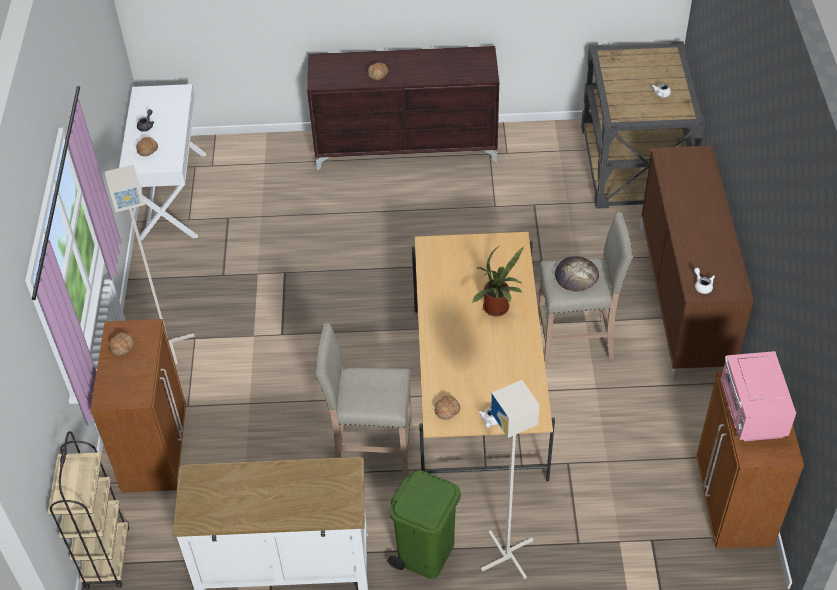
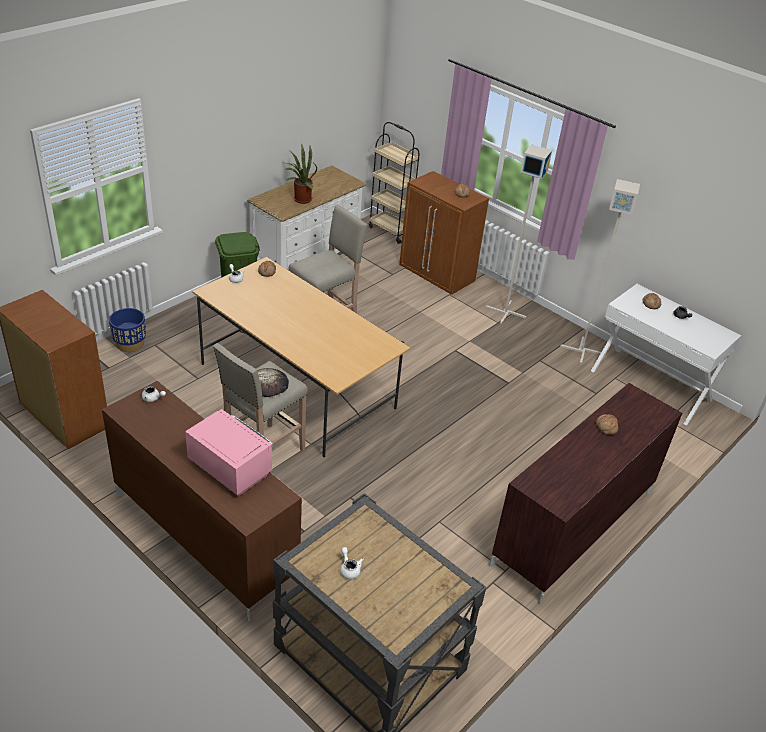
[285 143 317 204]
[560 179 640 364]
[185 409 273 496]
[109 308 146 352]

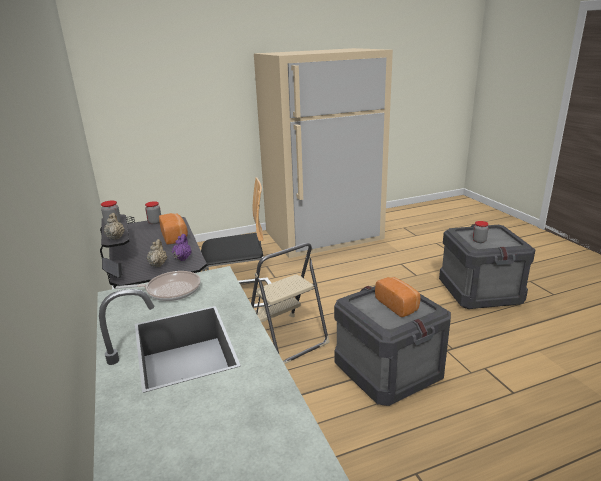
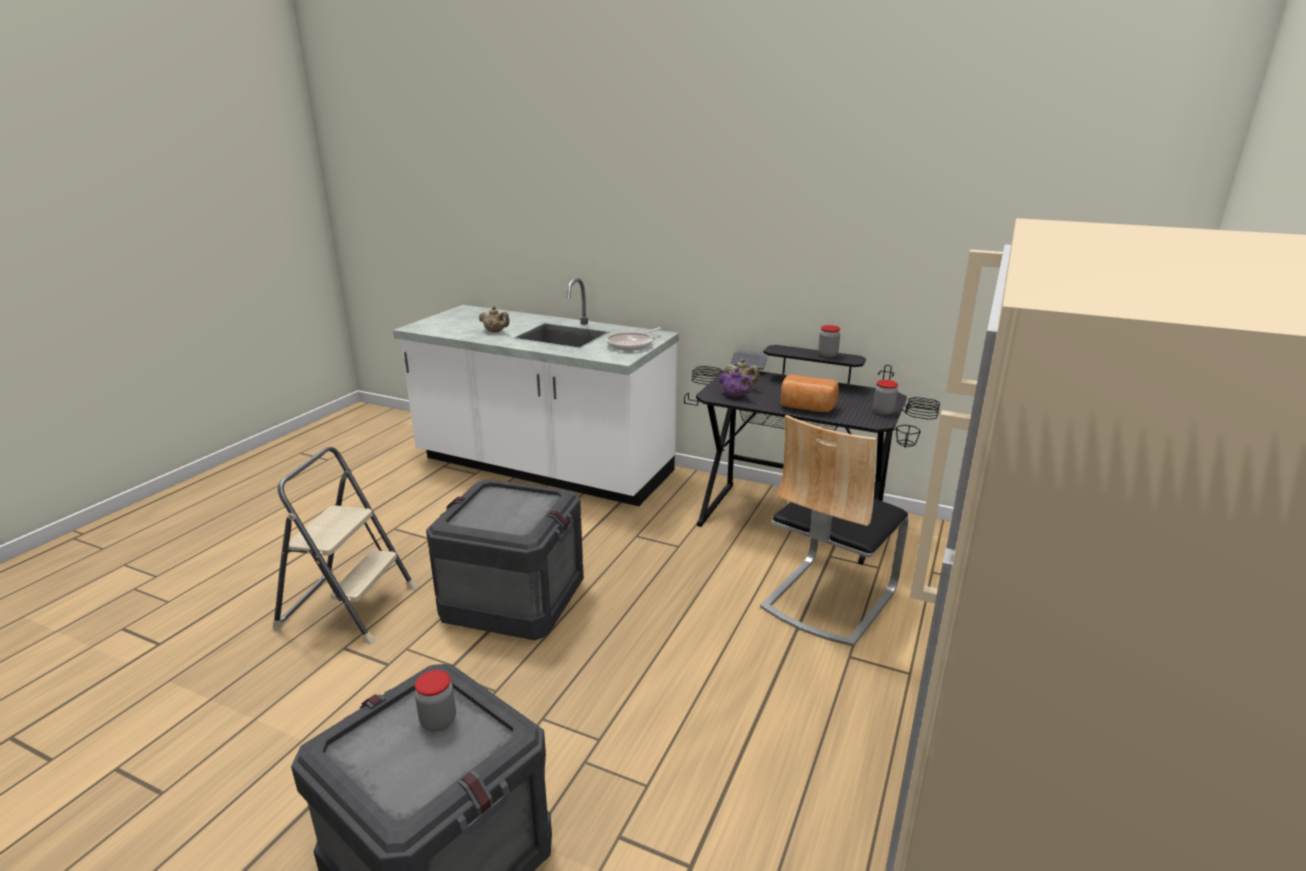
[479 306 510 332]
[273 447 418 644]
[375 277 421 317] (first image)

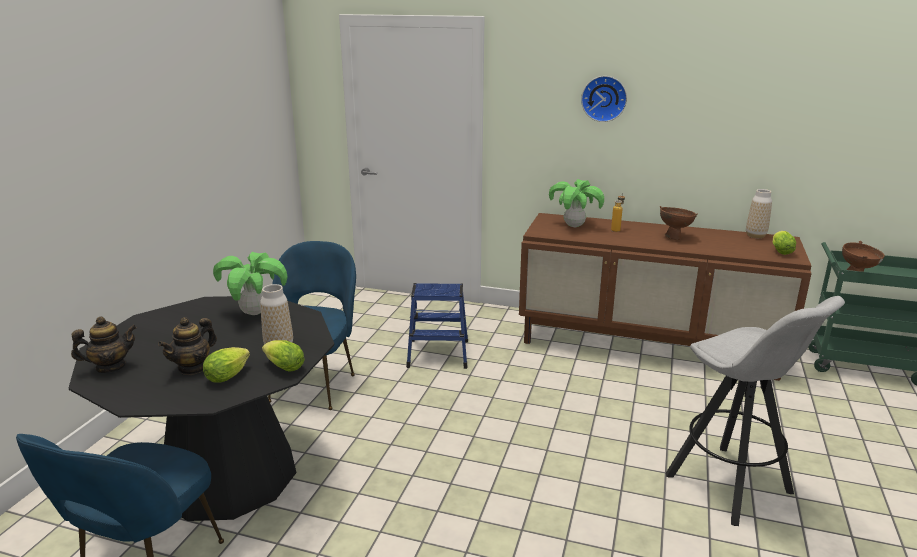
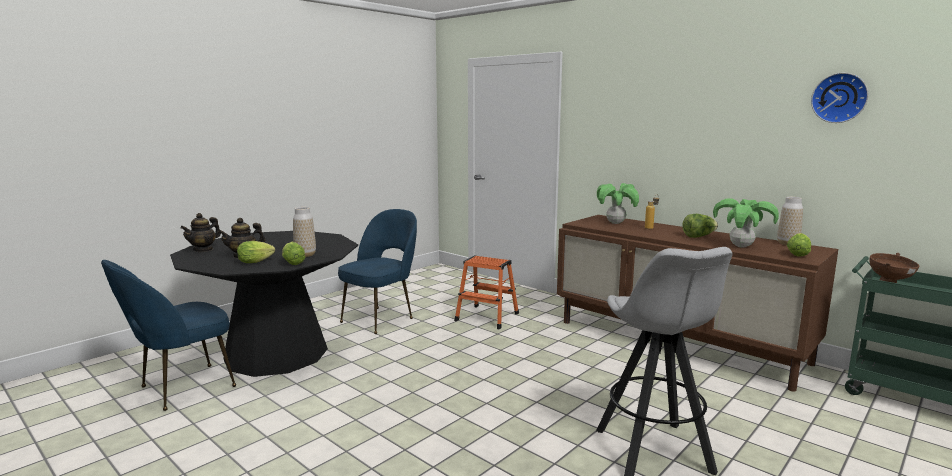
[181 213 221 252]
[713 198 779 248]
[454 255 519 330]
[811 73 868 123]
[682 214 718 238]

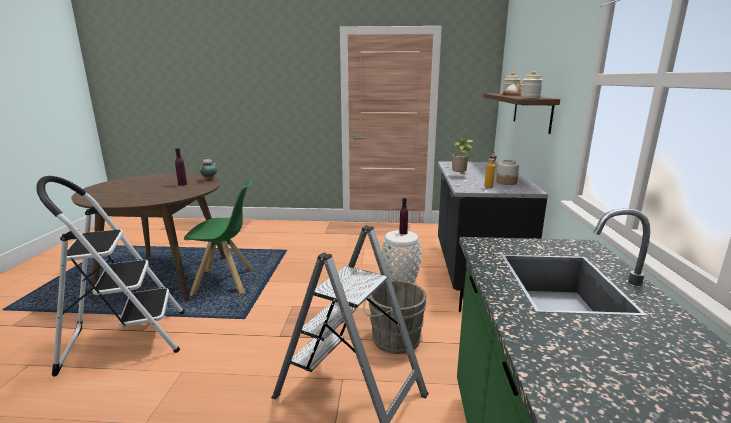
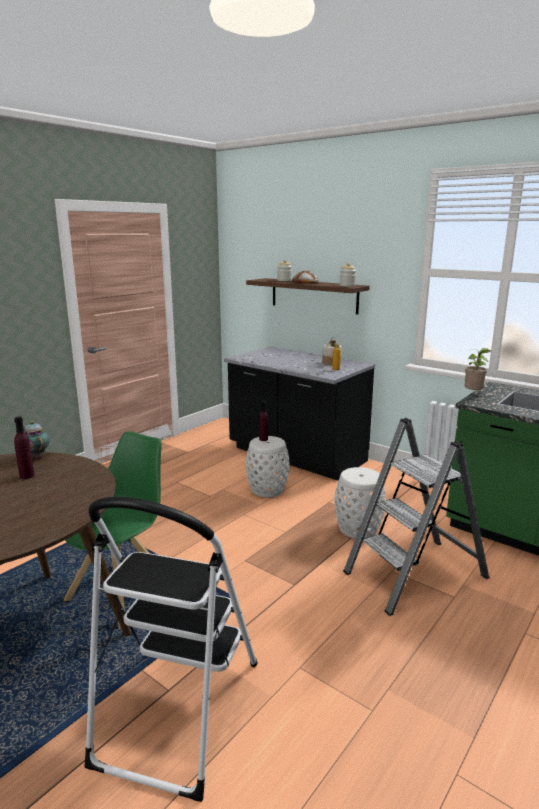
[334 467 386 539]
[465 348 491 392]

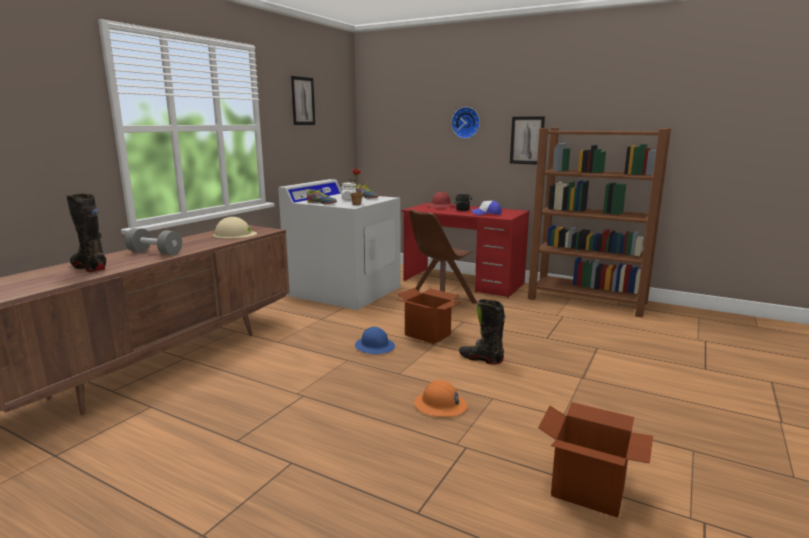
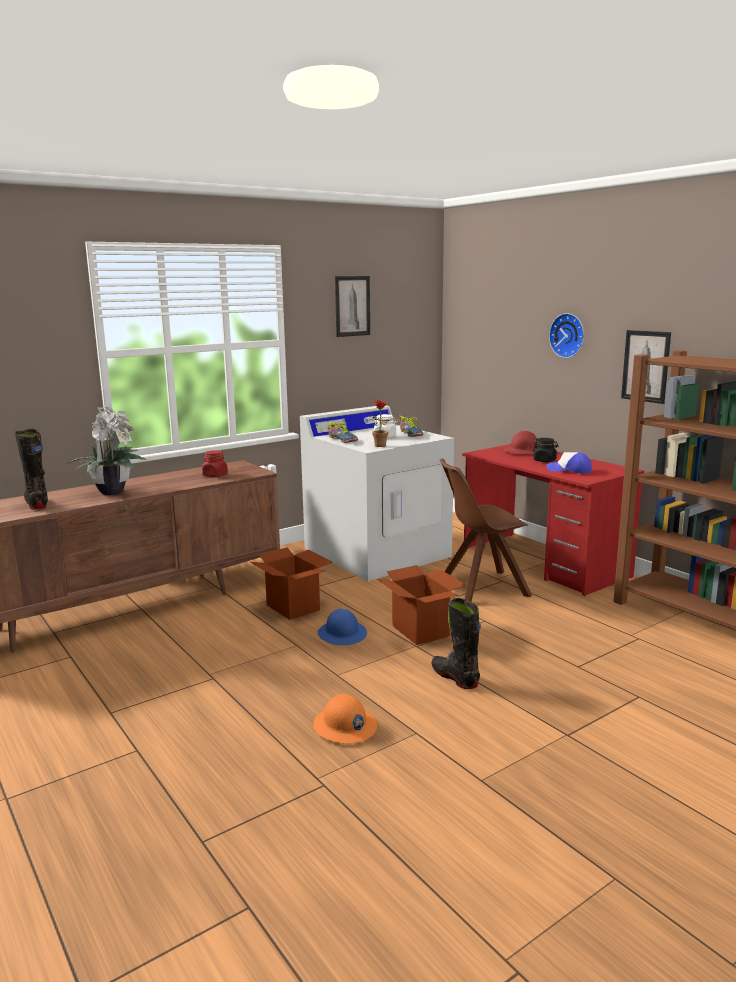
[67 405 148 495]
[202 450 228 477]
[250 547 333 620]

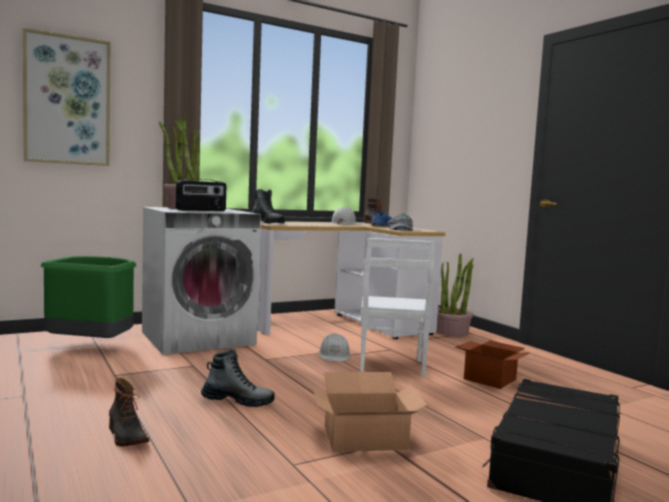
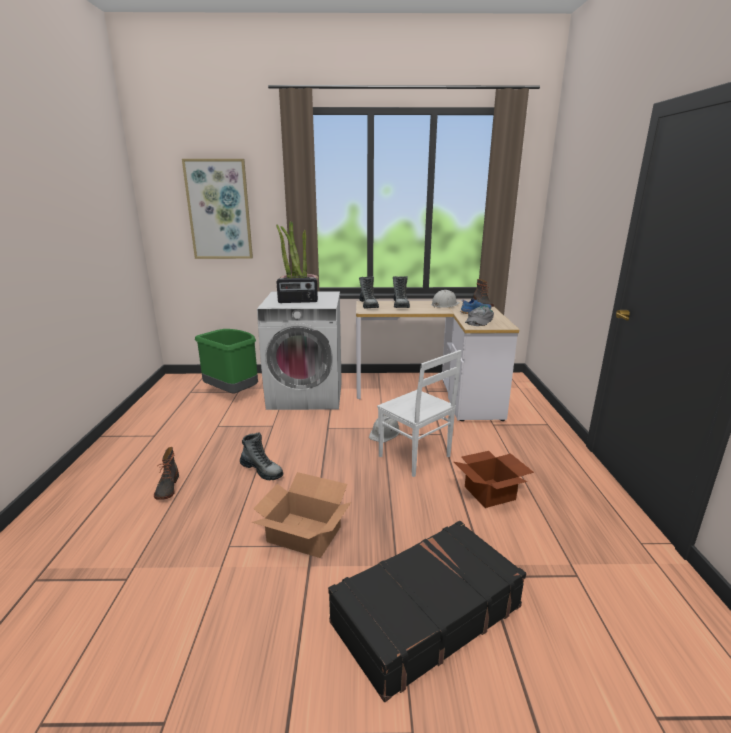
[377 350 462 477]
[436 253 474 336] (first image)
[393 276 410 308]

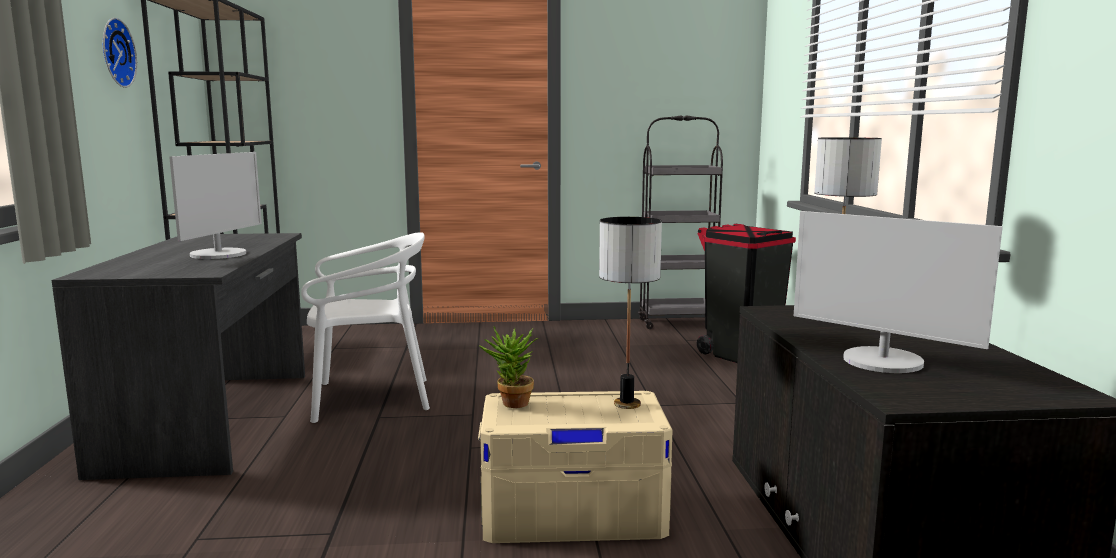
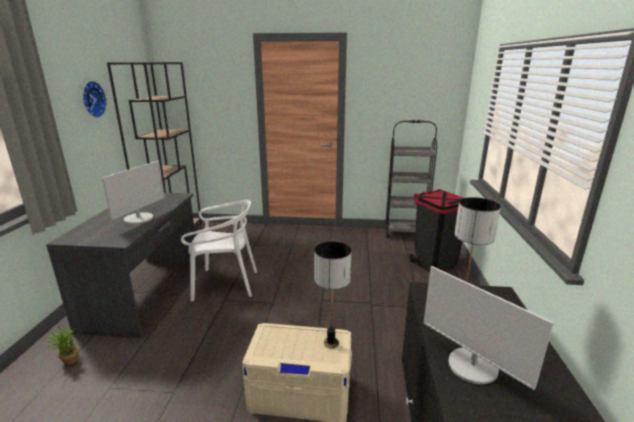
[41 324 79 365]

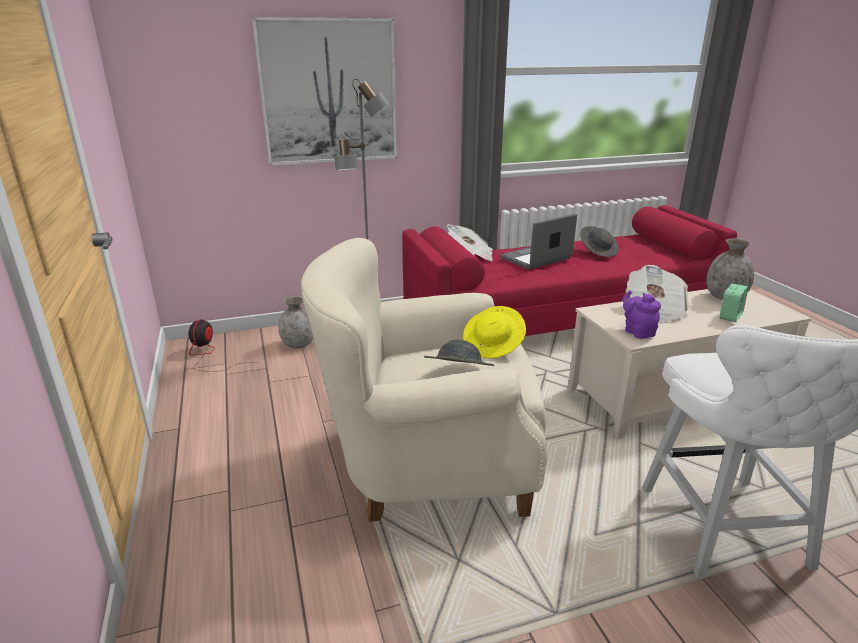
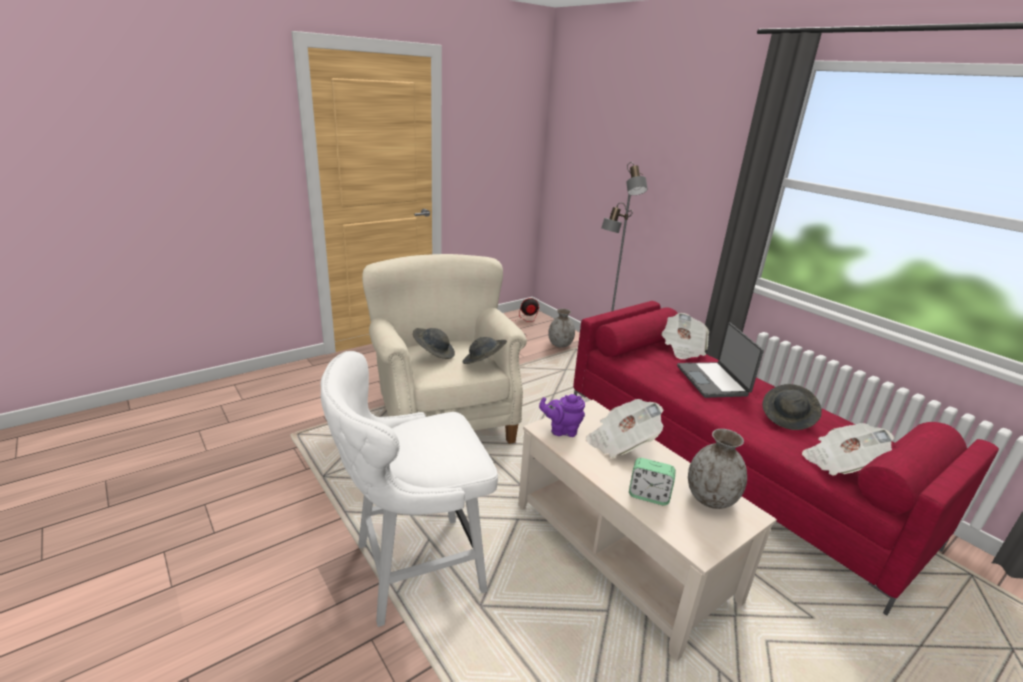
[252 17 397 166] (first image)
[462 337 507 364]
[677 323 764 398]
[539 394 585 437]
[802 423 895 476]

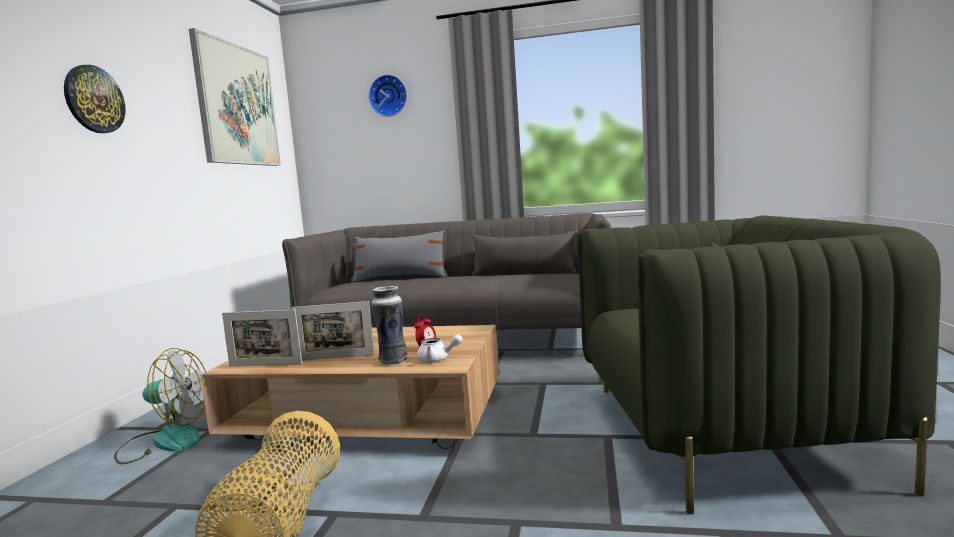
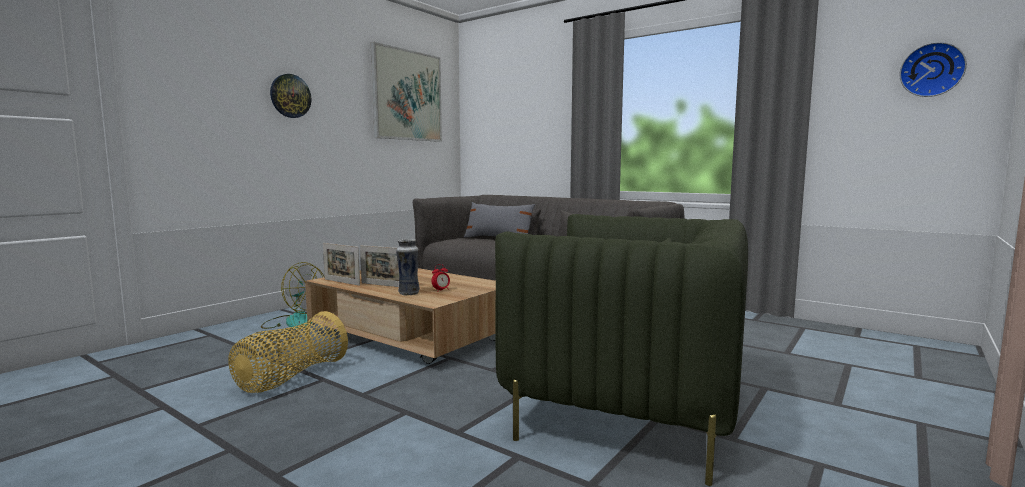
[899 42 967 97]
[417 334 463 362] (first image)

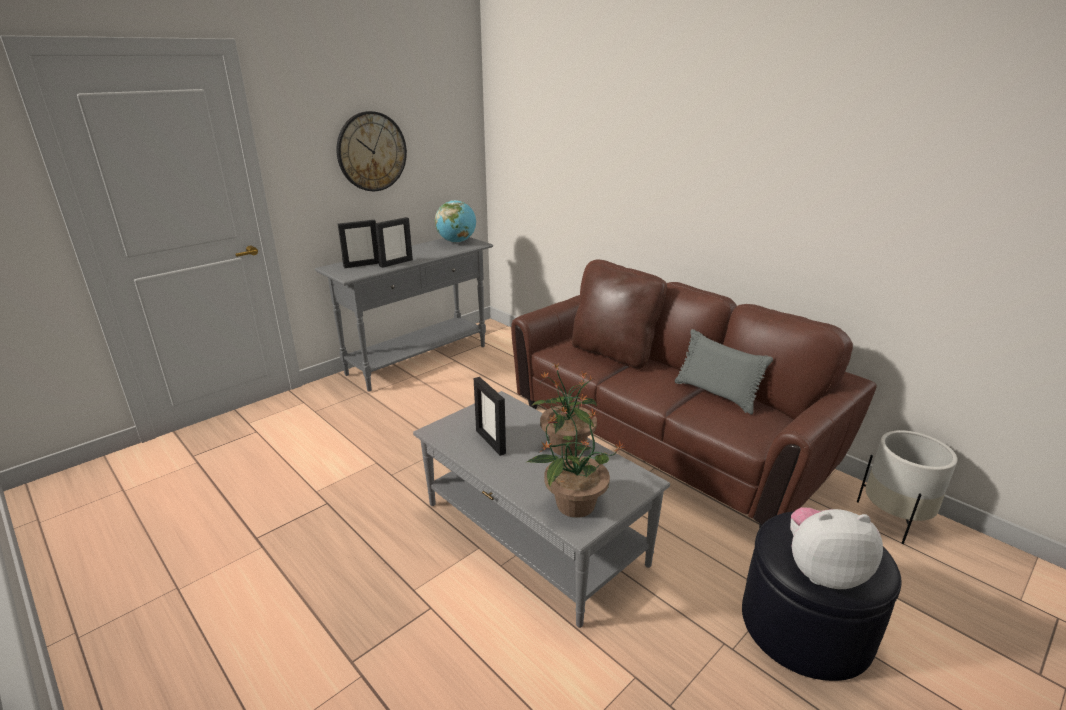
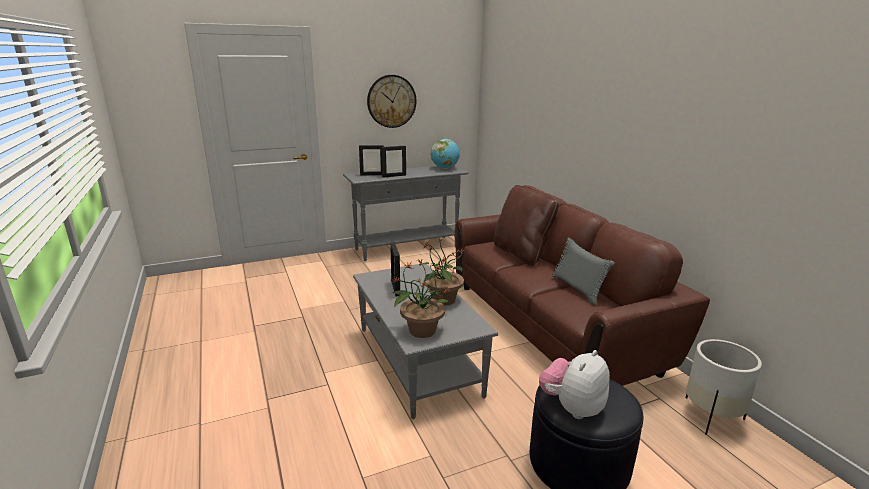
[539 350 610 419]

